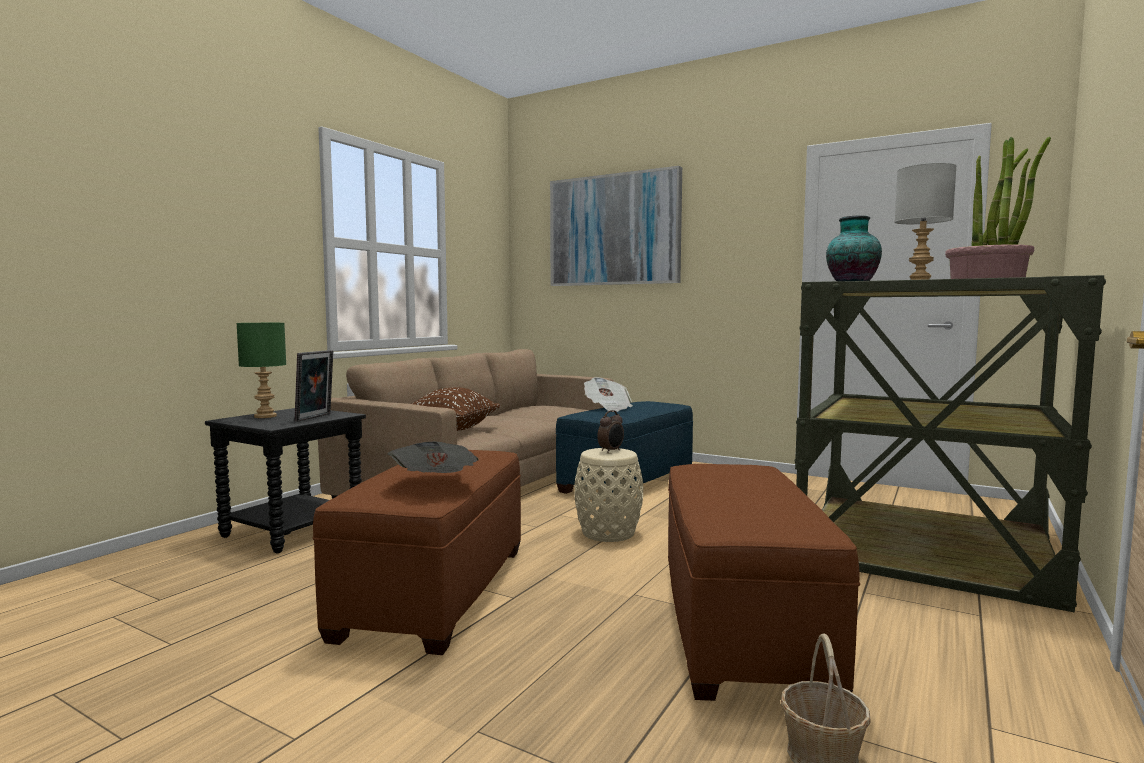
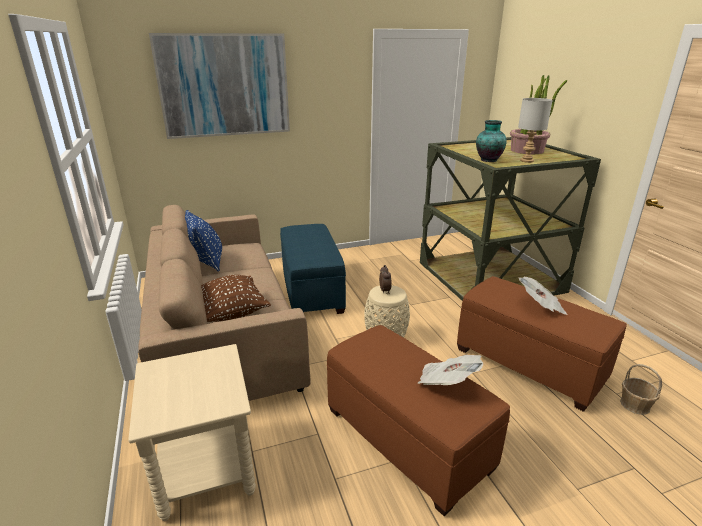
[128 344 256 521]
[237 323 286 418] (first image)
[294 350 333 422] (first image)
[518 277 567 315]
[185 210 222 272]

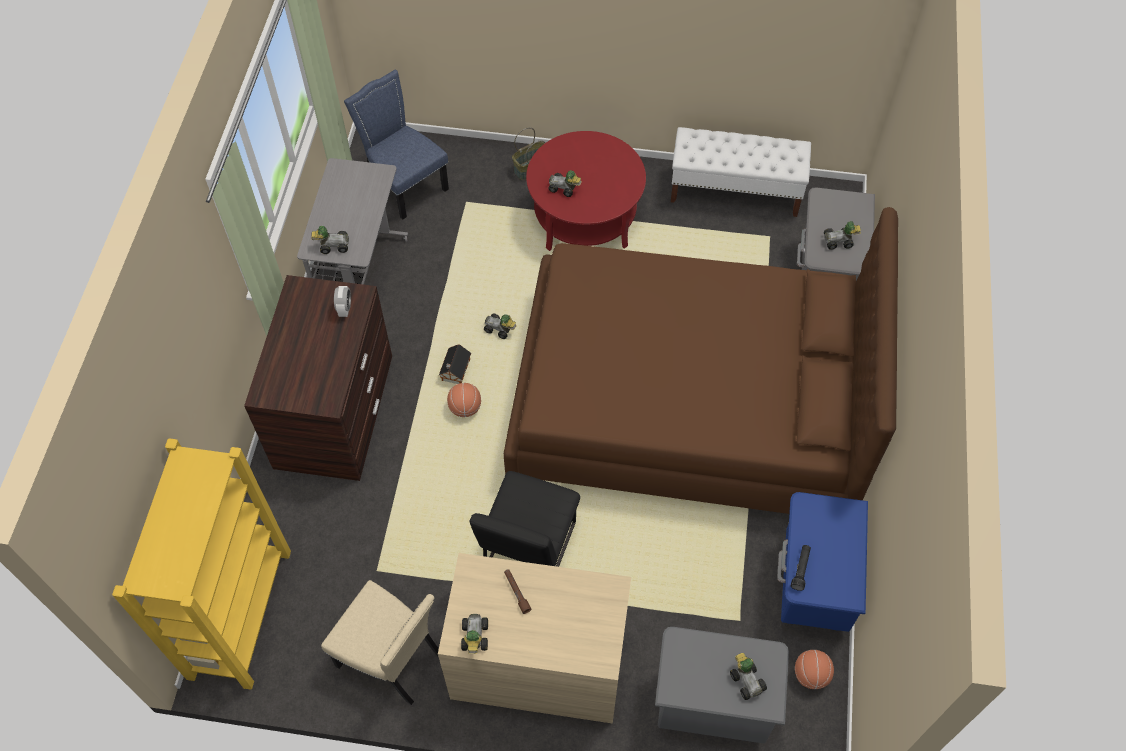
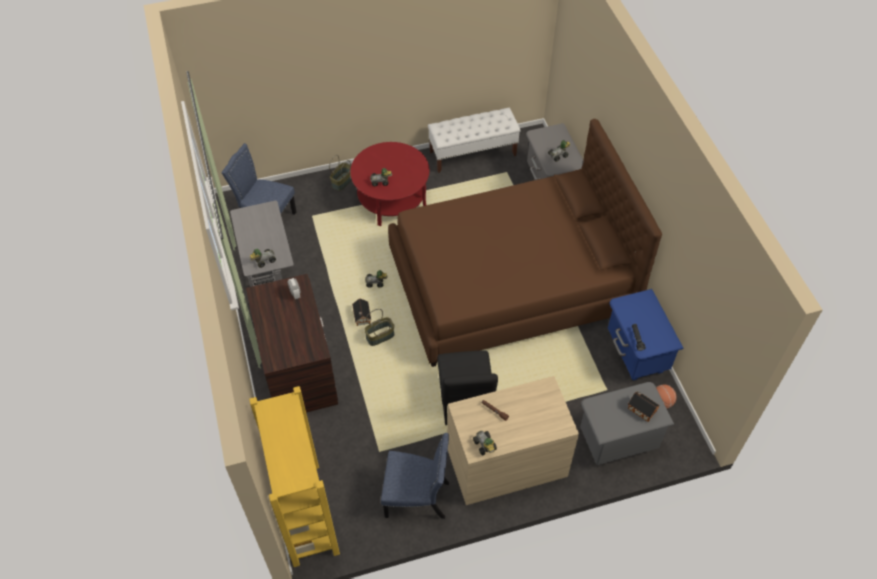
[381 433 449 519]
[364 309 395 346]
[628 391 660 422]

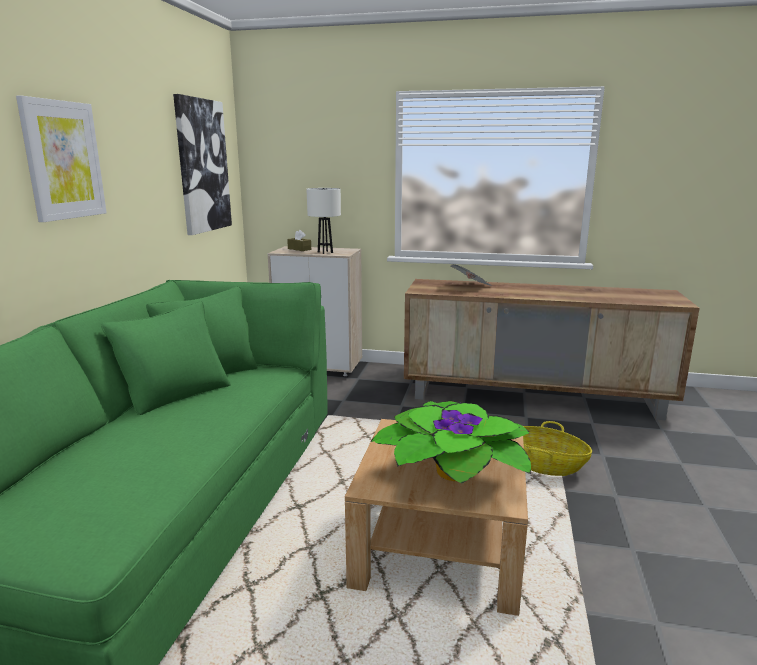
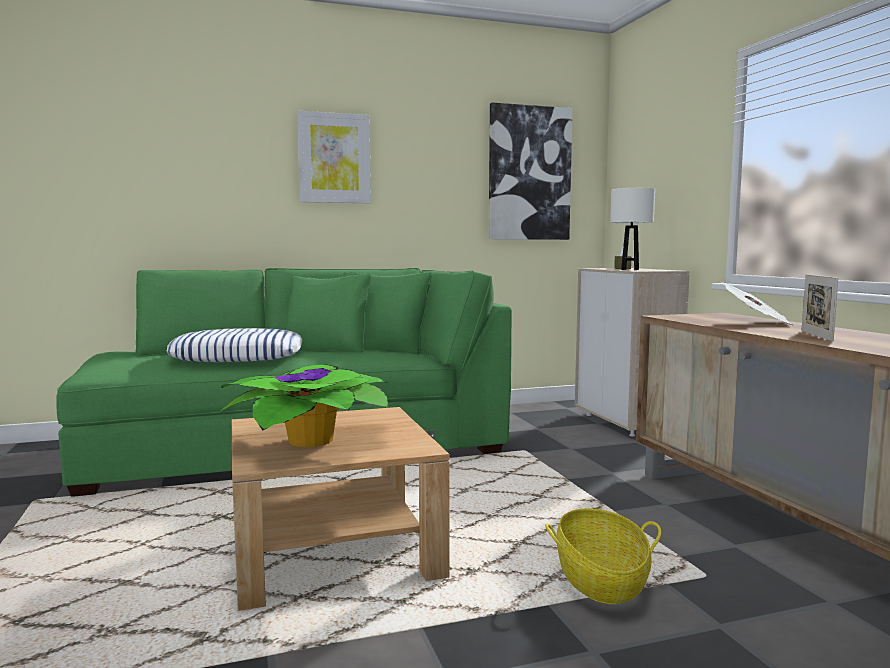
[166 328 302 362]
[802 274 838 341]

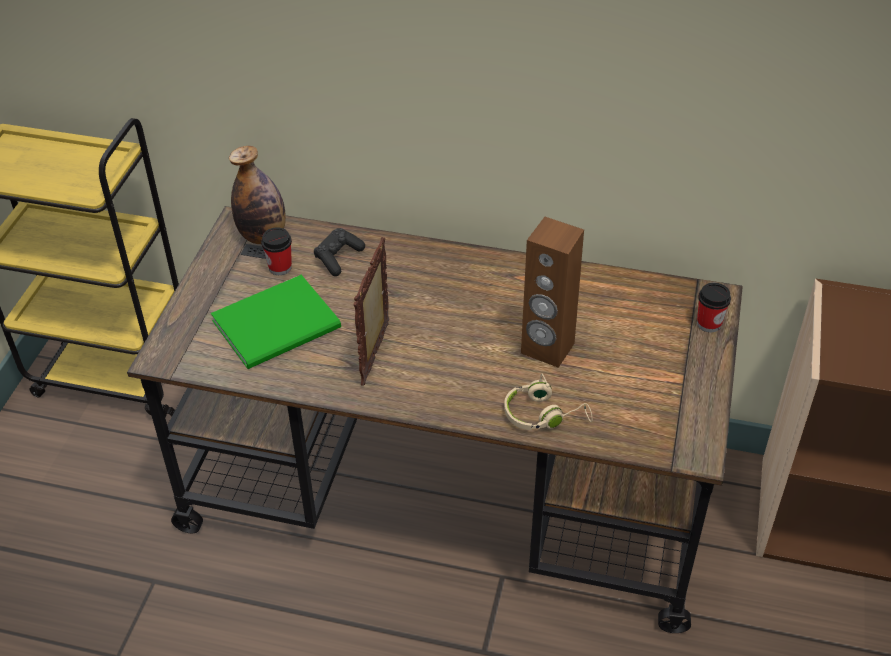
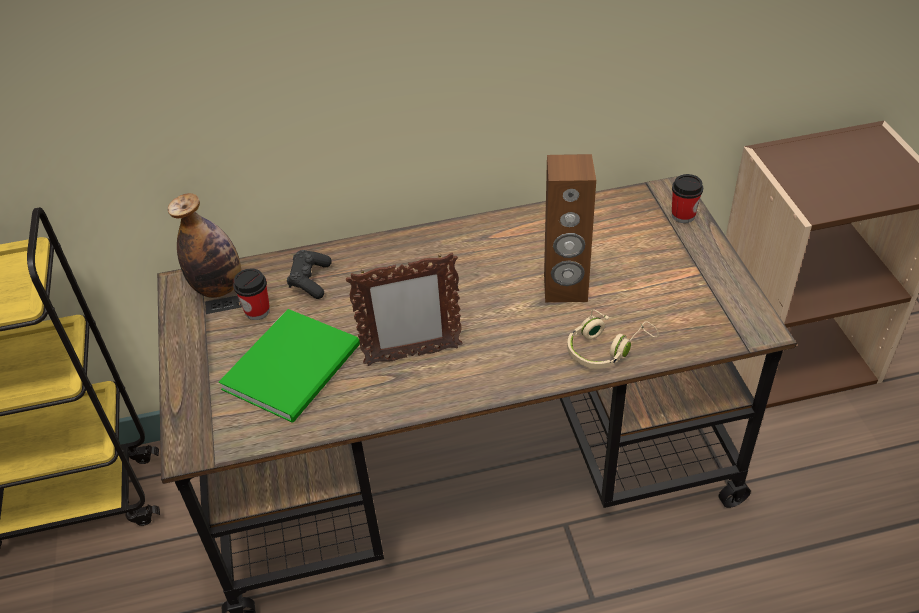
[346 253 463 366]

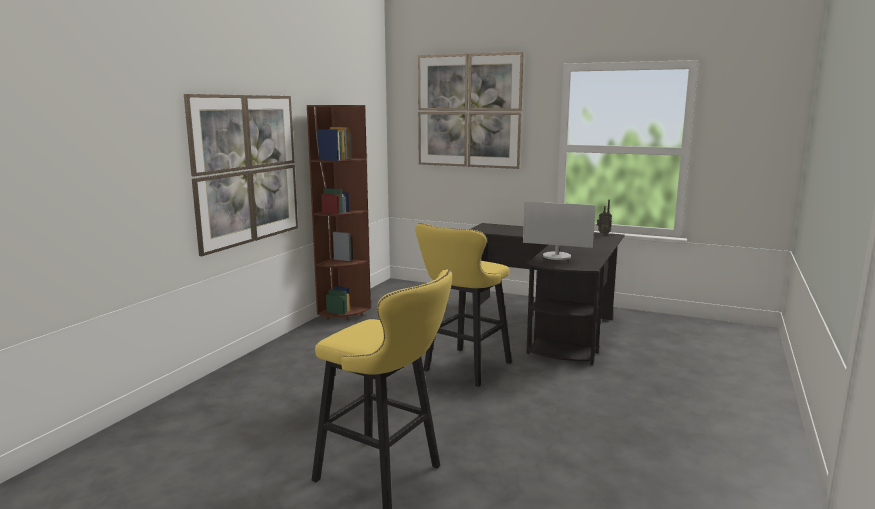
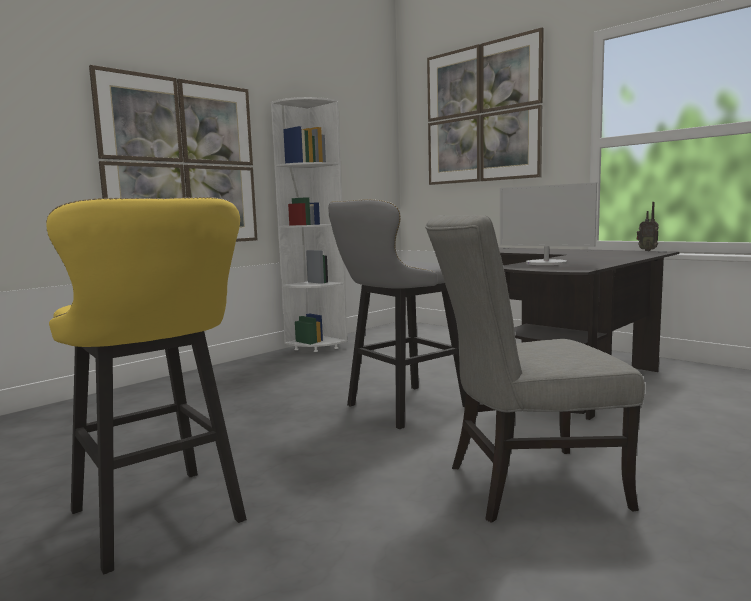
[271 97 348 352]
[328 199 466 429]
[425 215 645 523]

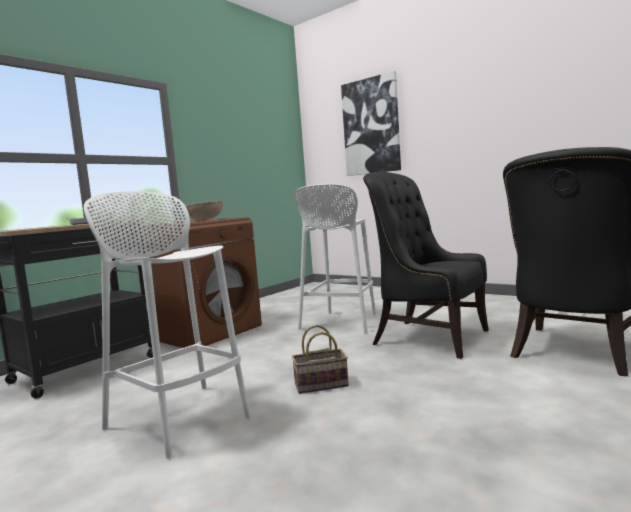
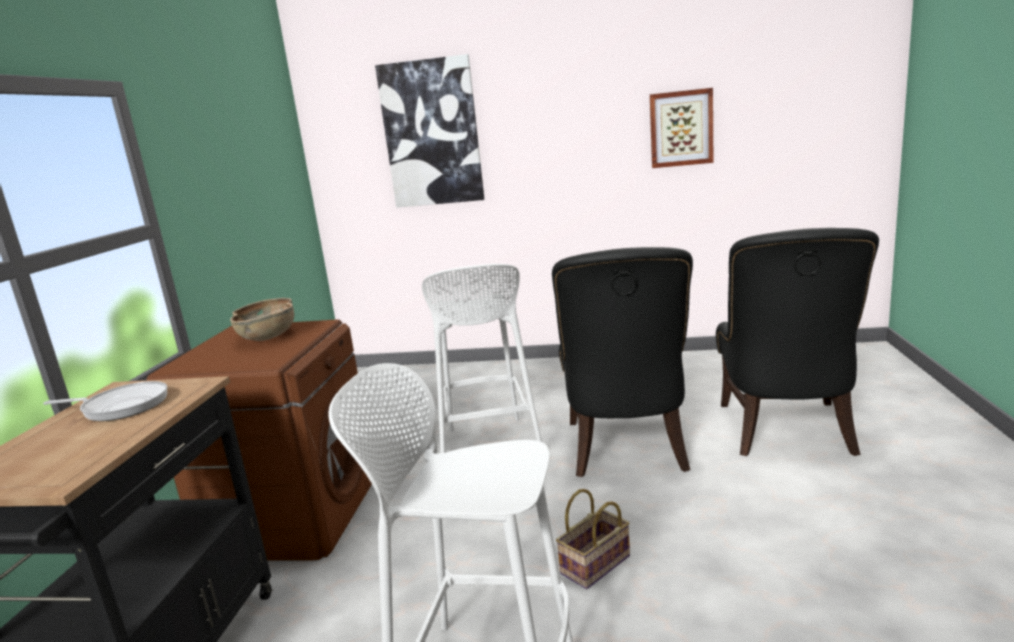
[552 247 693 477]
[650 88 713 168]

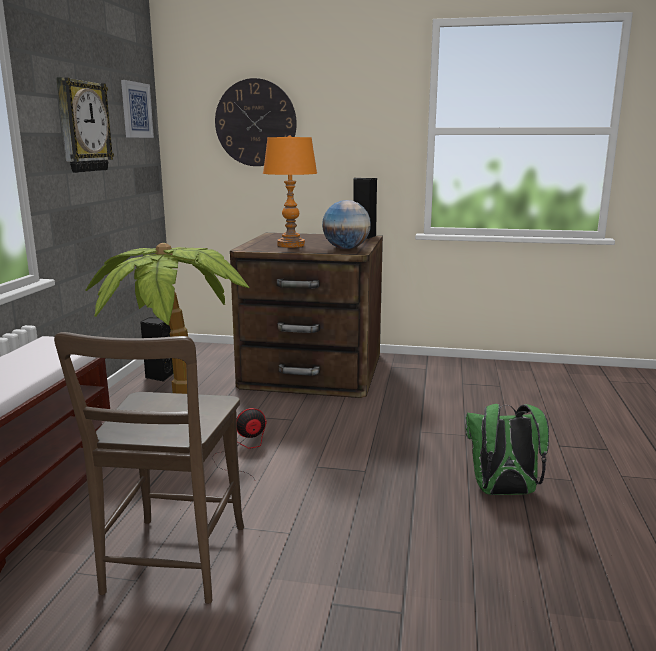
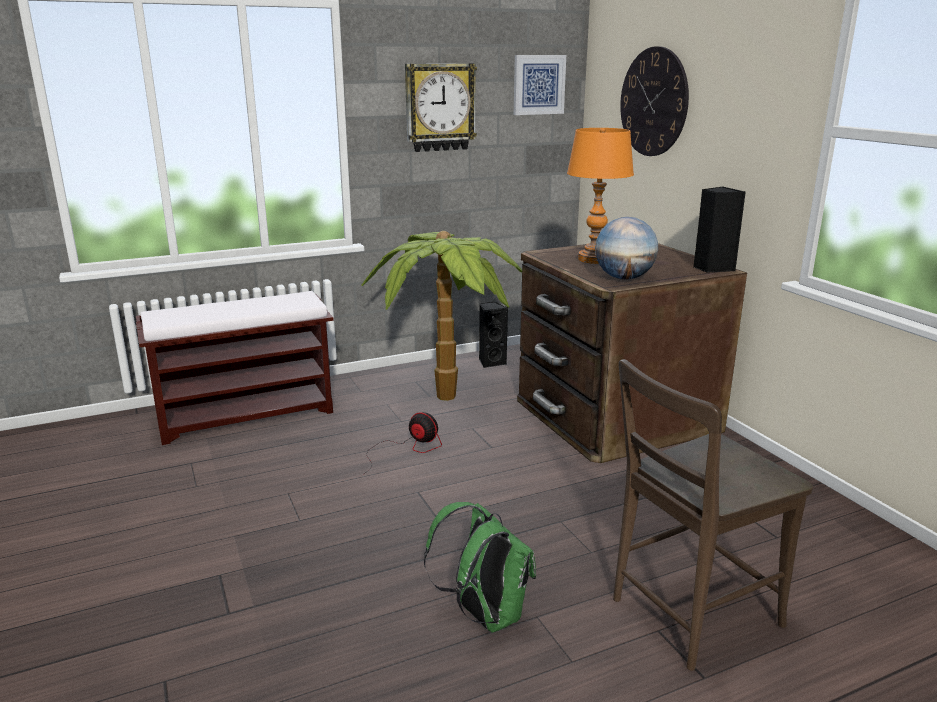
[613 359 813 671]

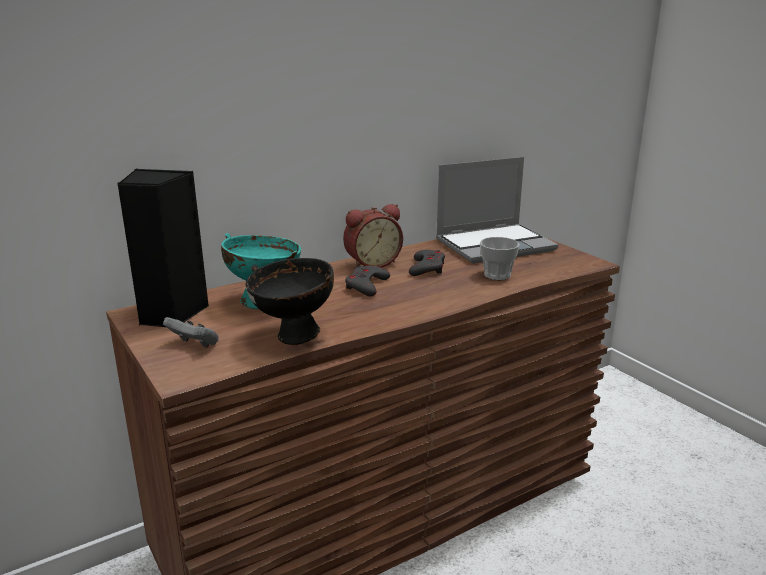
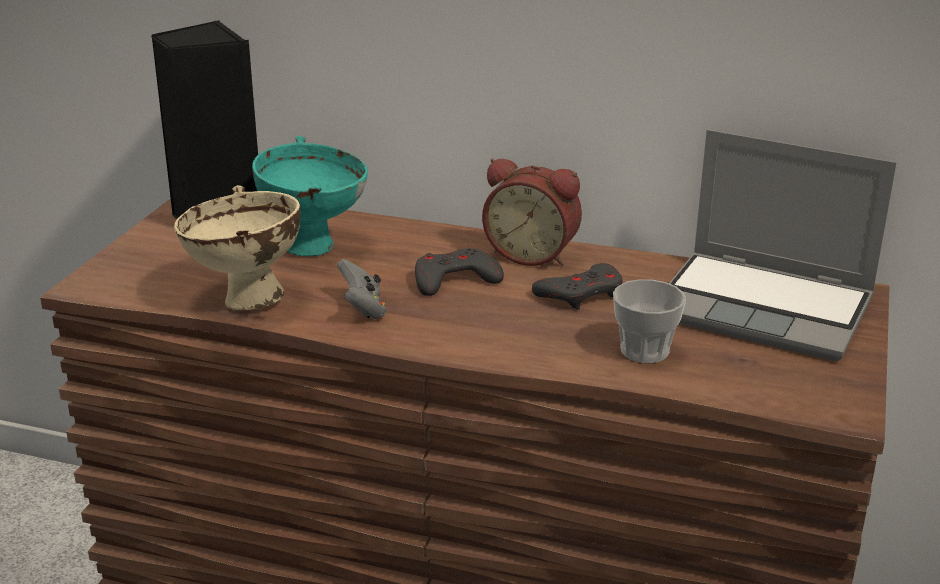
[337 259 386 319]
[174 185 301 310]

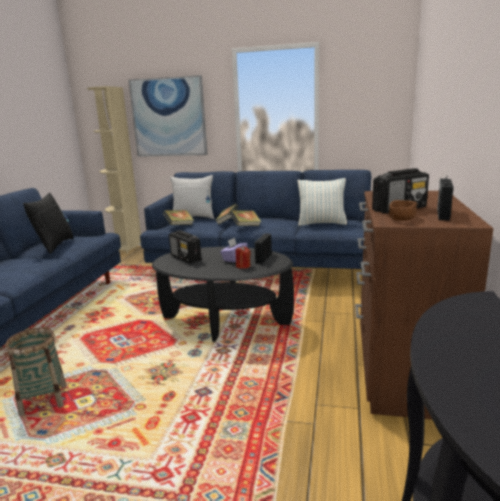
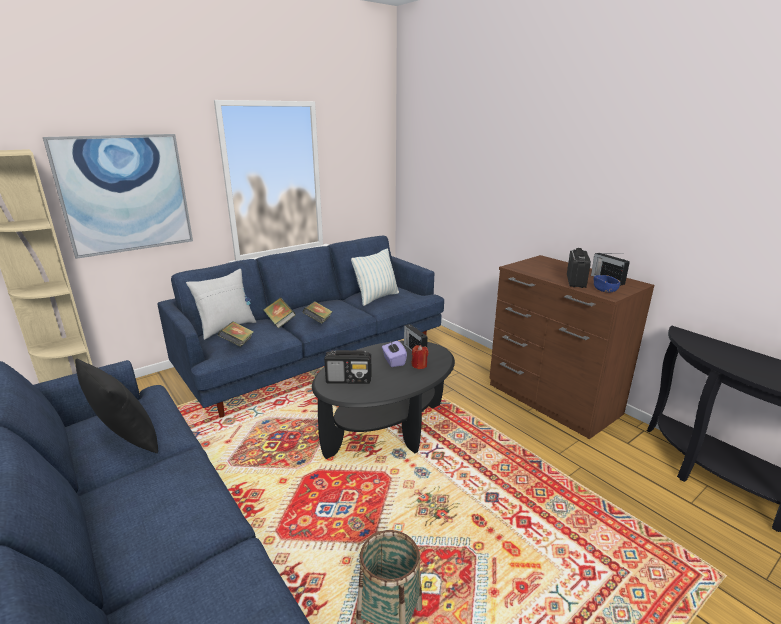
[594 275 620 293]

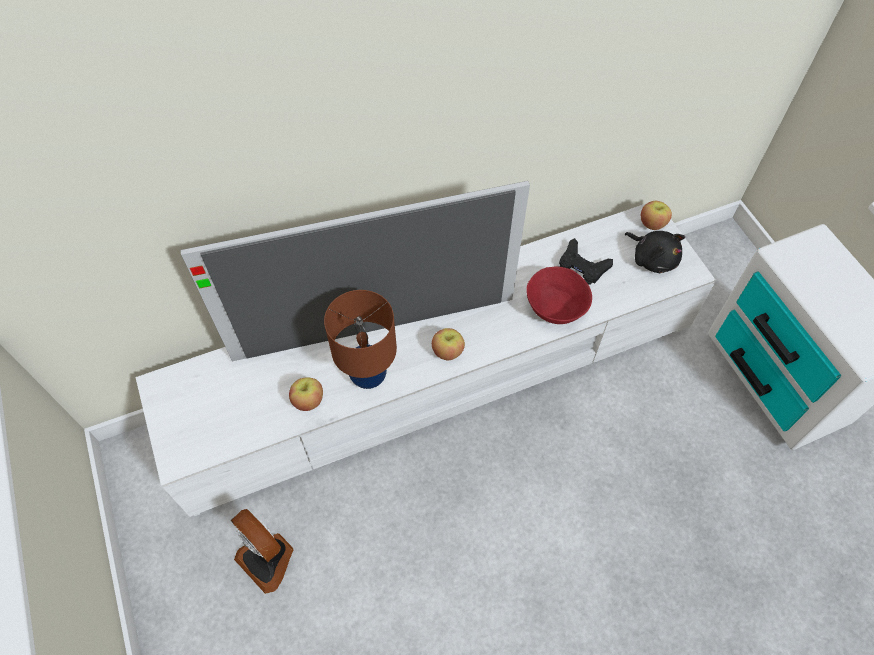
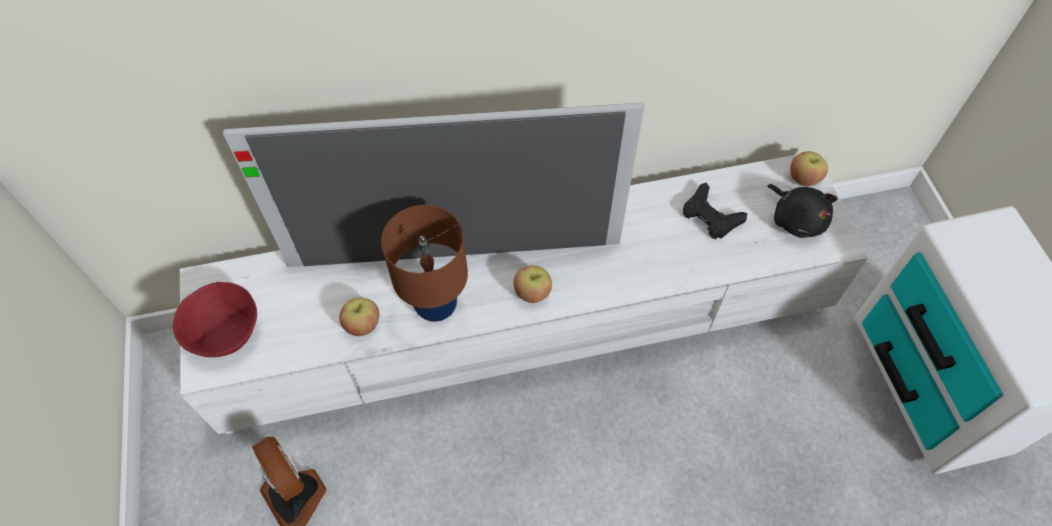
[173 282 257 357]

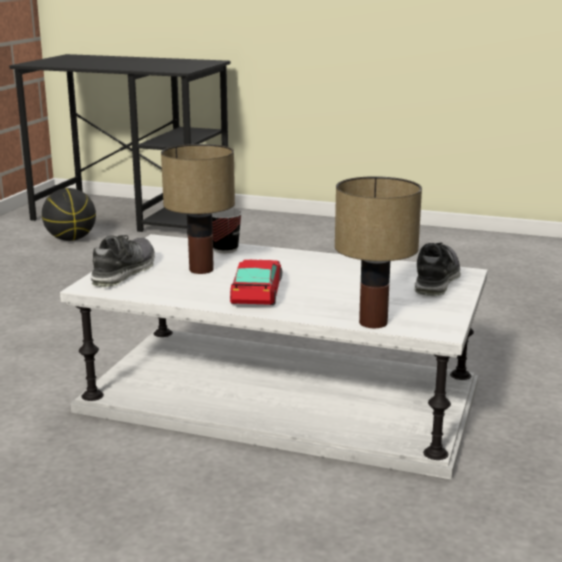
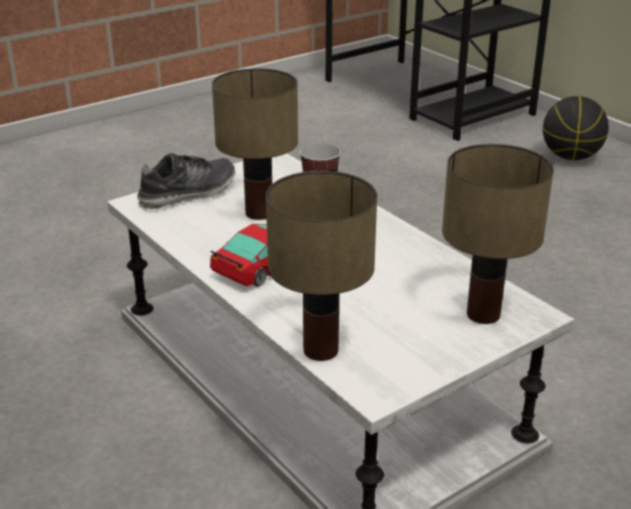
[543 96 609 160]
[442 144 554 324]

